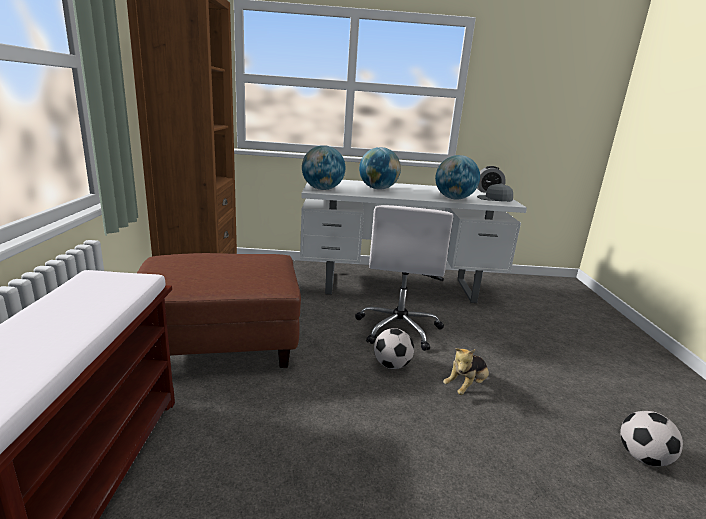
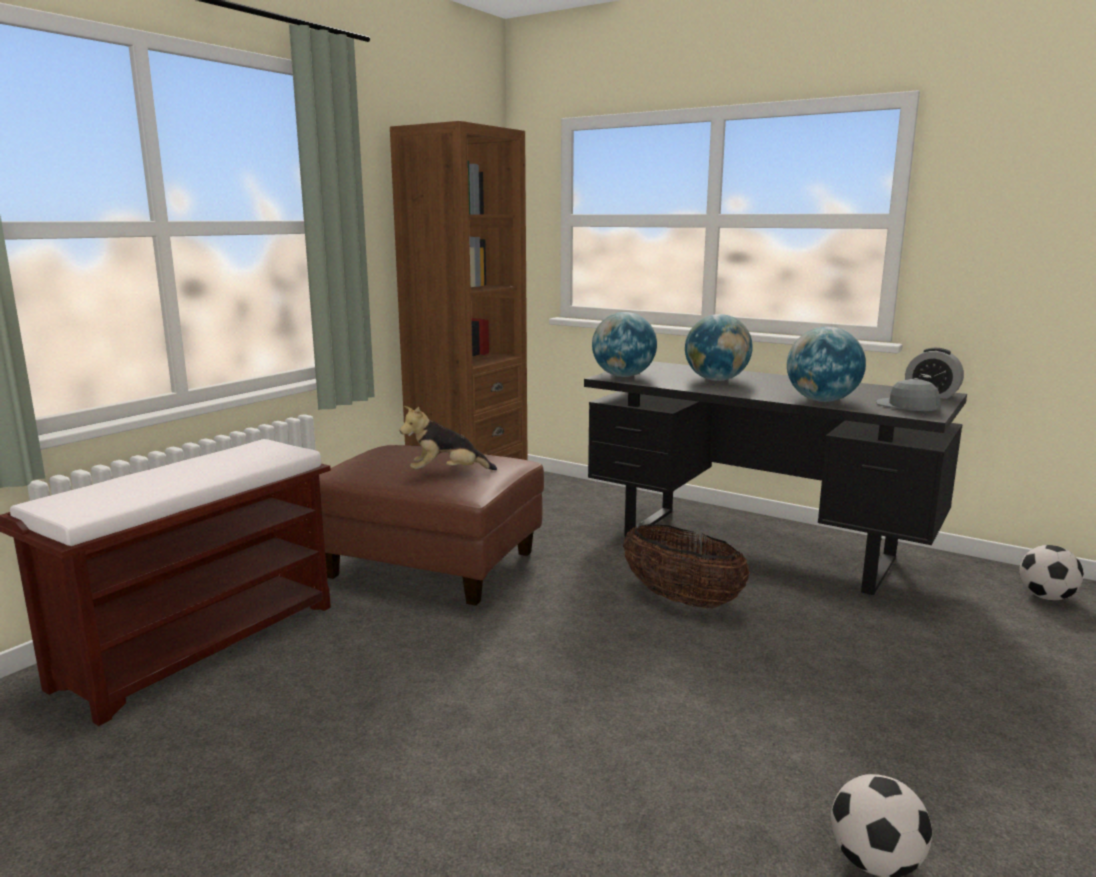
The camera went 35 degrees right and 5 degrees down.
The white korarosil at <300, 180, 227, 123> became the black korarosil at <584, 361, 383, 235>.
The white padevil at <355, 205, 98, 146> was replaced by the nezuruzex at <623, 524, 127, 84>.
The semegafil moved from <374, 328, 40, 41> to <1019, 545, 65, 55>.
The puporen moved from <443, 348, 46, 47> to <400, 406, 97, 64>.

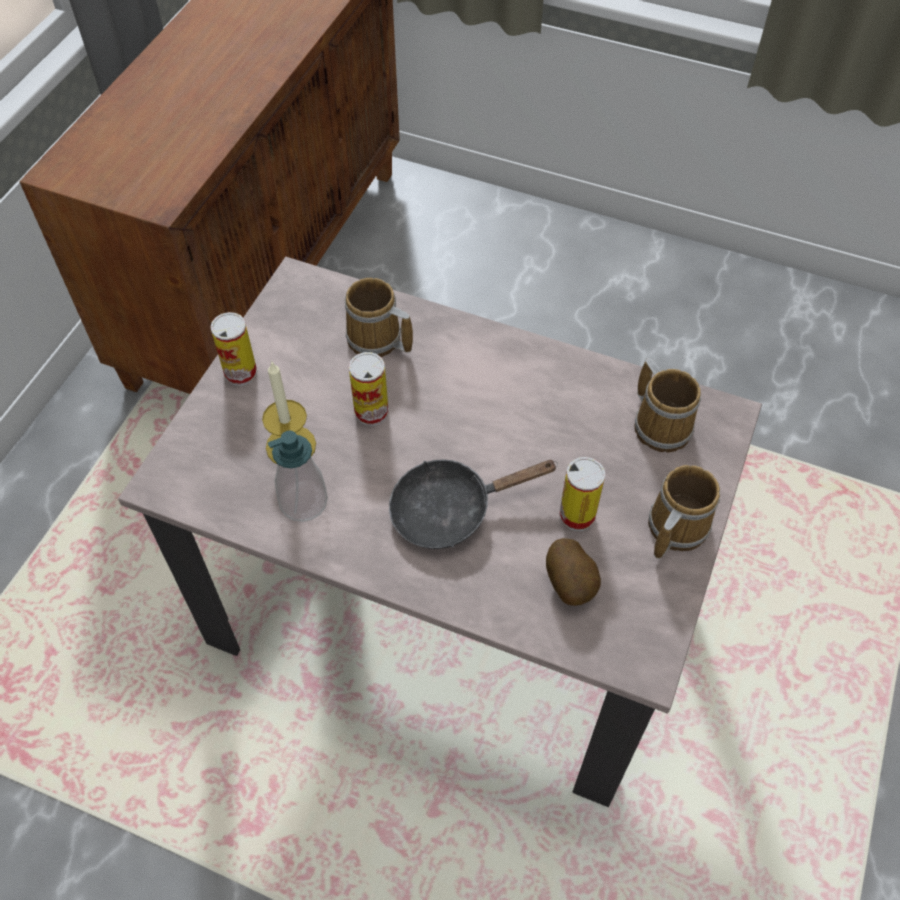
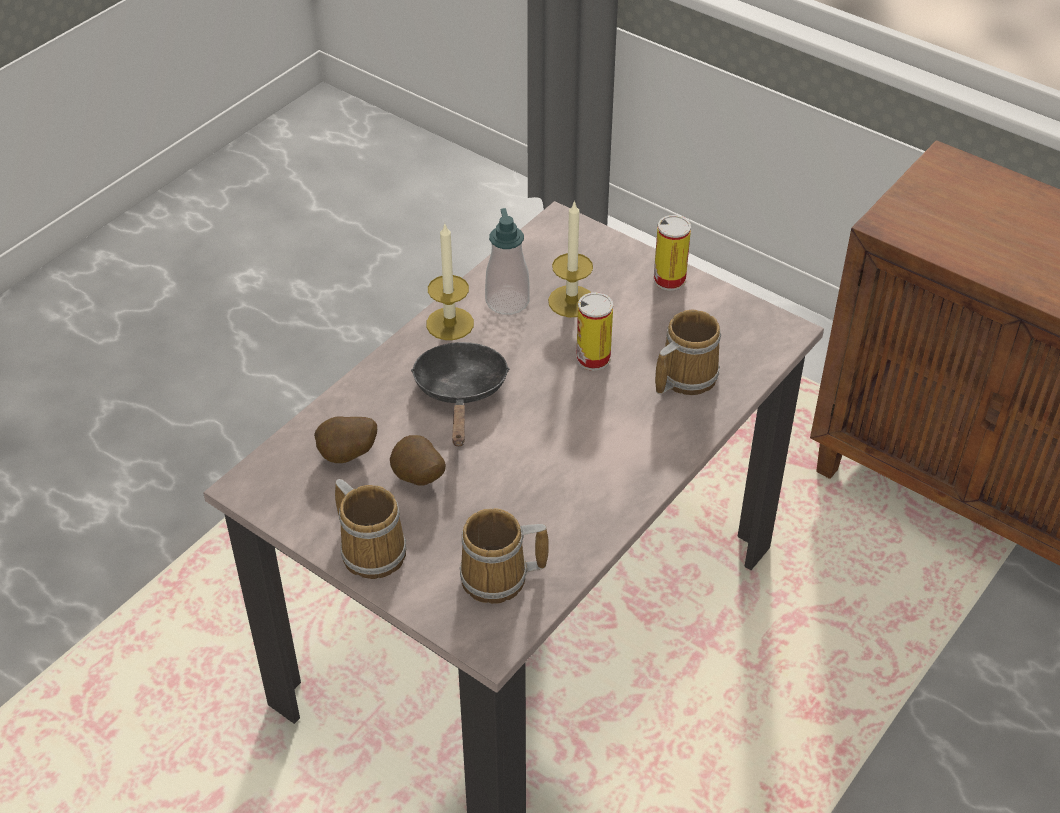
The camera went 105 degrees right and 10 degrees down.
The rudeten at <559, 457, 46, 74> was replaced by the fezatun at <390, 435, 56, 50>.
The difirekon at <426, 224, 48, 116> appeared.

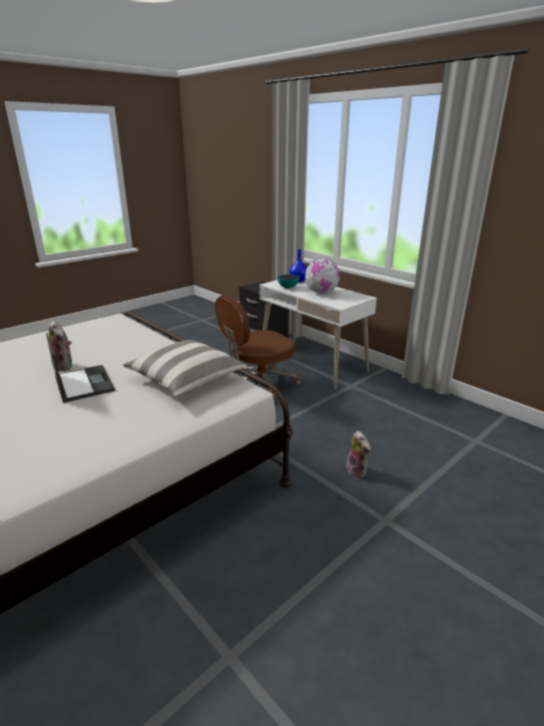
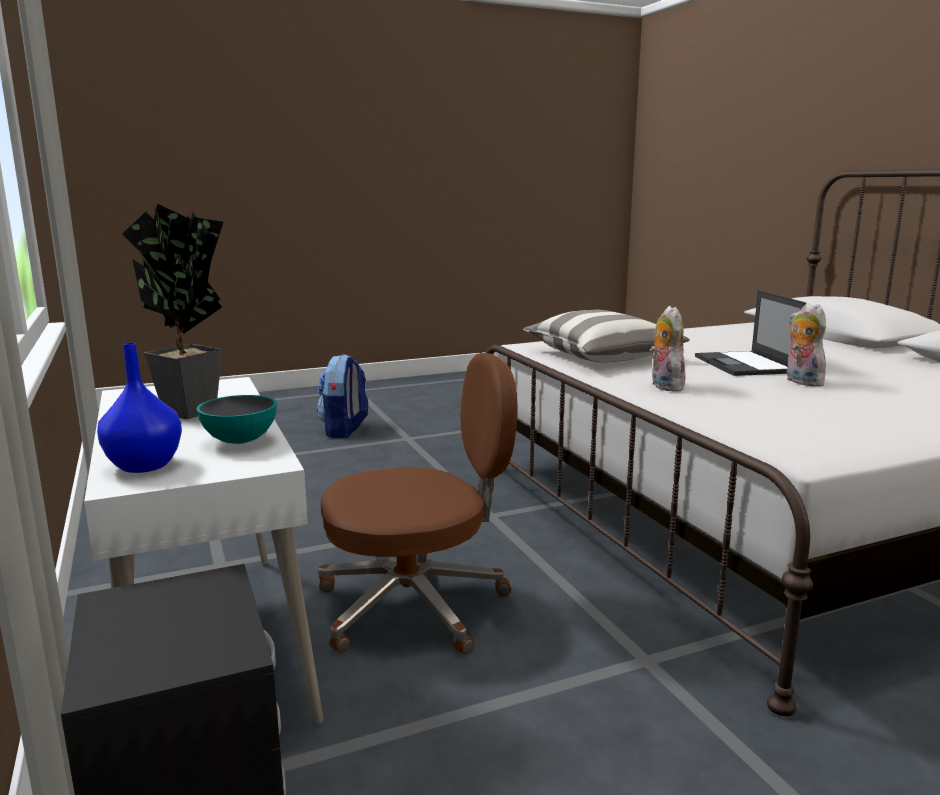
The camera went 160 degrees left and 10 degrees down.
The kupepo at <305, 258, 35, 36> was replaced by the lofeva at <122, 204, 101, 215>.
The puporen moved from <346, 431, 25, 47> to <650, 306, 36, 86>.
The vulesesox at <317, 354, 51, 84> appeared.

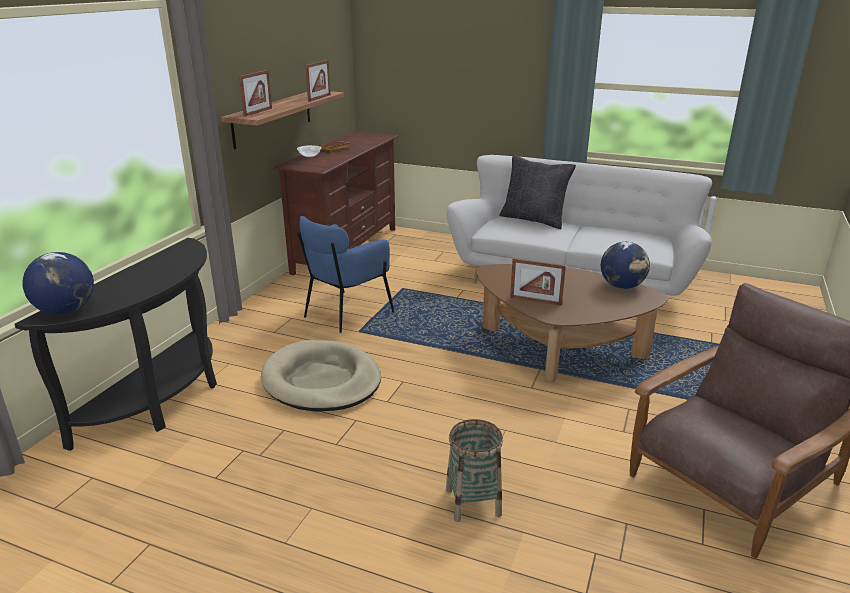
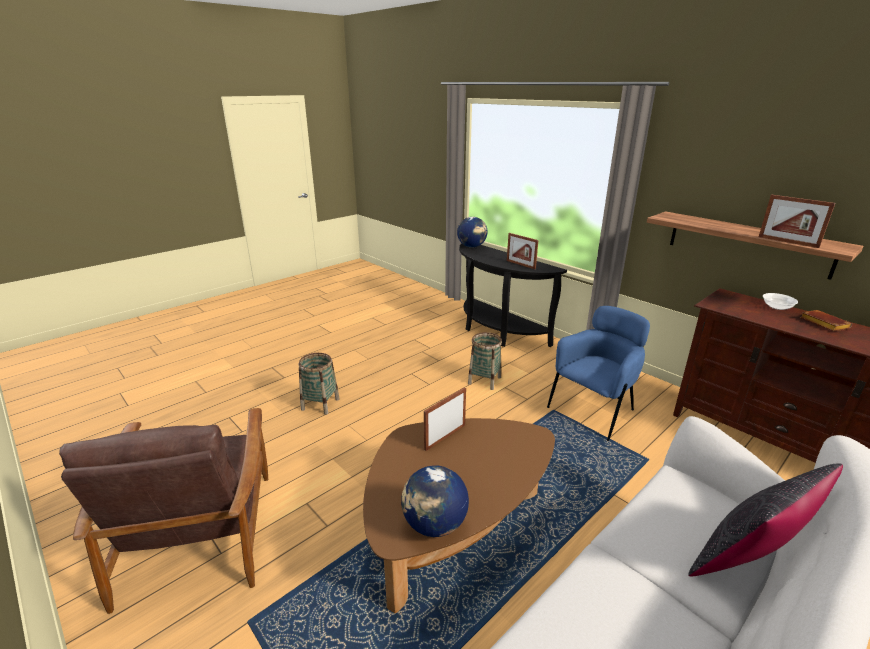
The camera went 115 degrees right and 0 degrees up.
The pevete moved from <239, 70, 33, 47> to <507, 233, 32, 36>.
The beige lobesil at <261, 340, 120, 71> was replaced by the nezuruzex at <468, 332, 34, 58>.
The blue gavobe at <297, 216, 97, 117> turned 75 degrees clockwise.

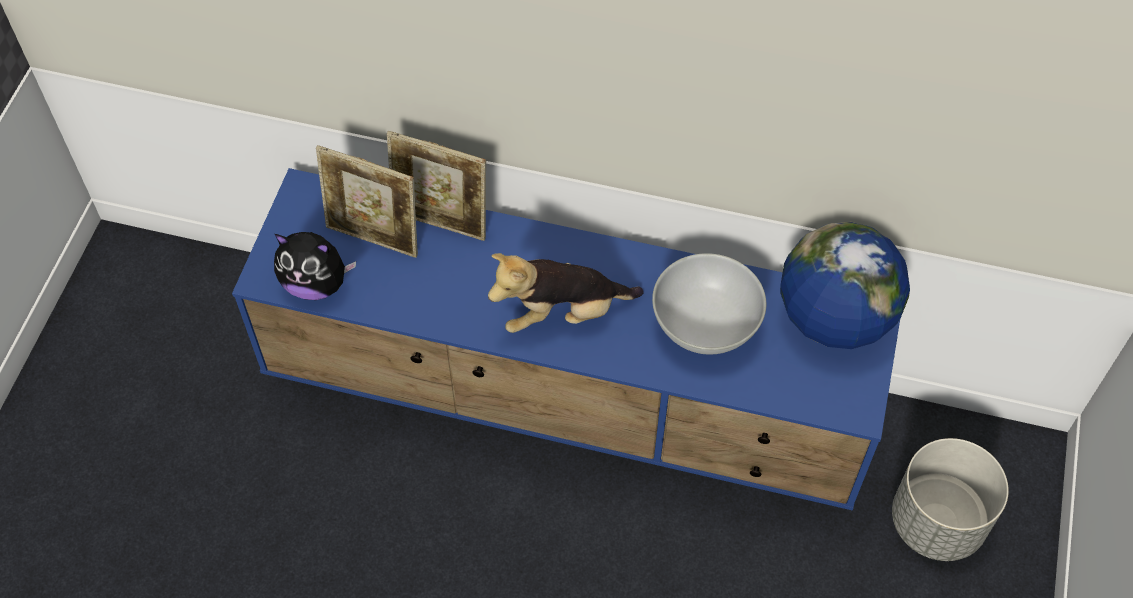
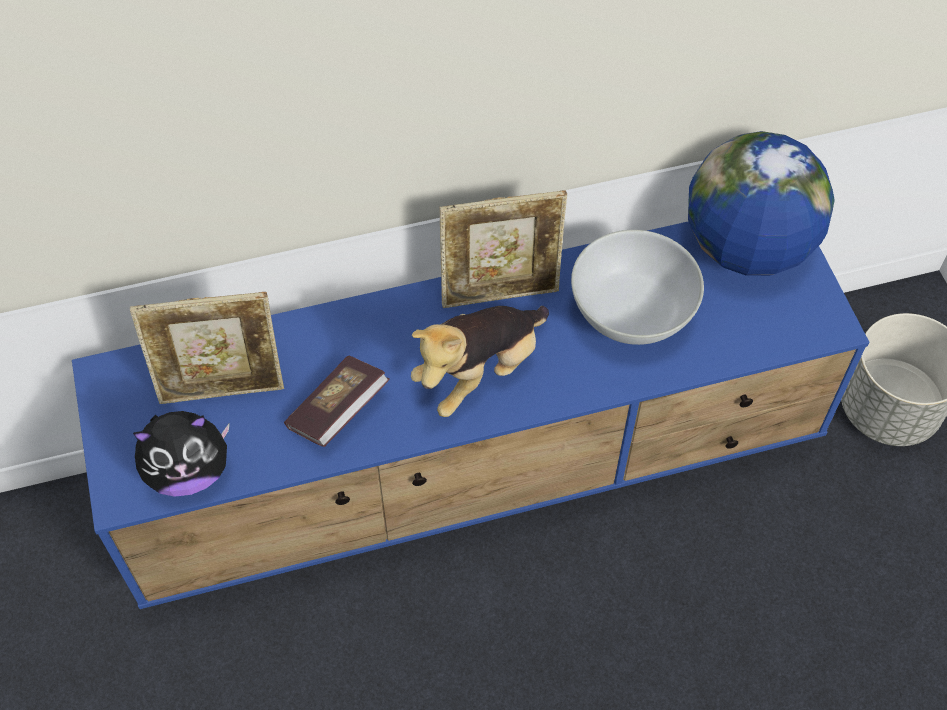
The camera went 30 degrees left and 0 degrees up.
The pevete moved from <387, 131, 99, 110> to <440, 190, 127, 118>.
The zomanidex at <284, 356, 106, 91> appeared.

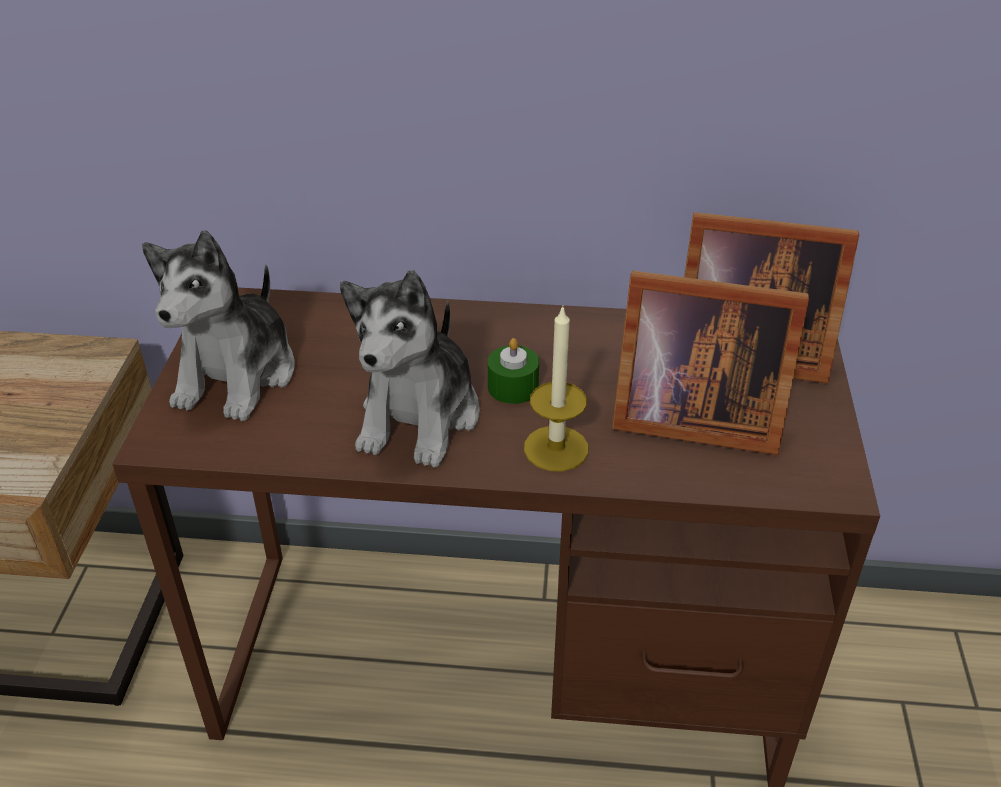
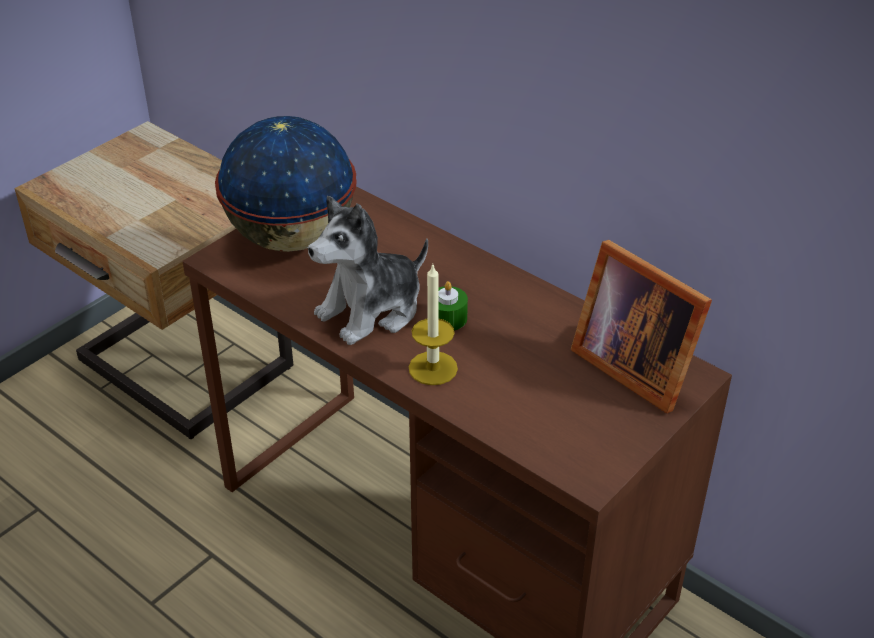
The camera went 35 degrees right and 0 degrees up.
The puporen at <142, 230, 153, 191> was replaced by the kupepo at <215, 116, 142, 136>.
The pevete at <612, 271, 197, 184> disappeared.

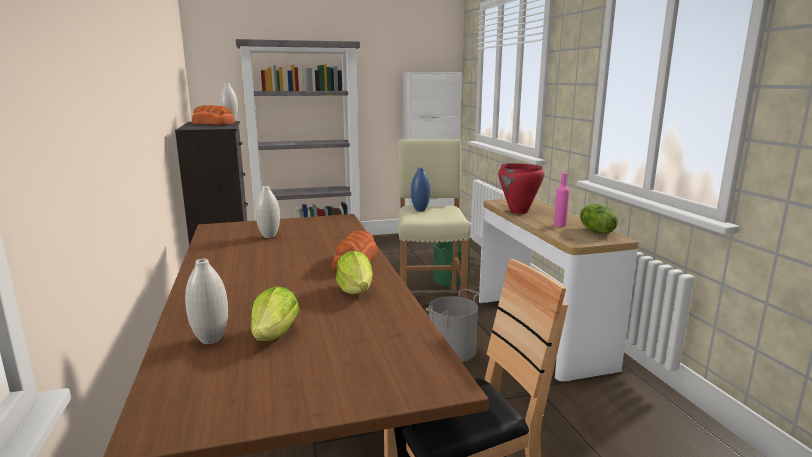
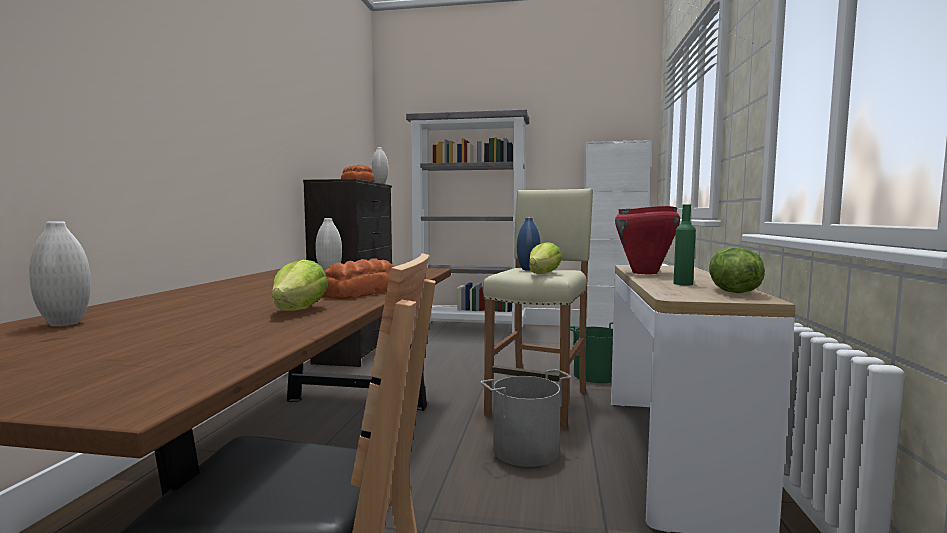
The camera went 25 degrees right and 10 degrees down.
The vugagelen moved from <251, 286, 48, 55> to <529, 242, 33, 32>.
The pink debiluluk at <554, 173, 15, 54> became the green debiluluk at <673, 205, 23, 80>.

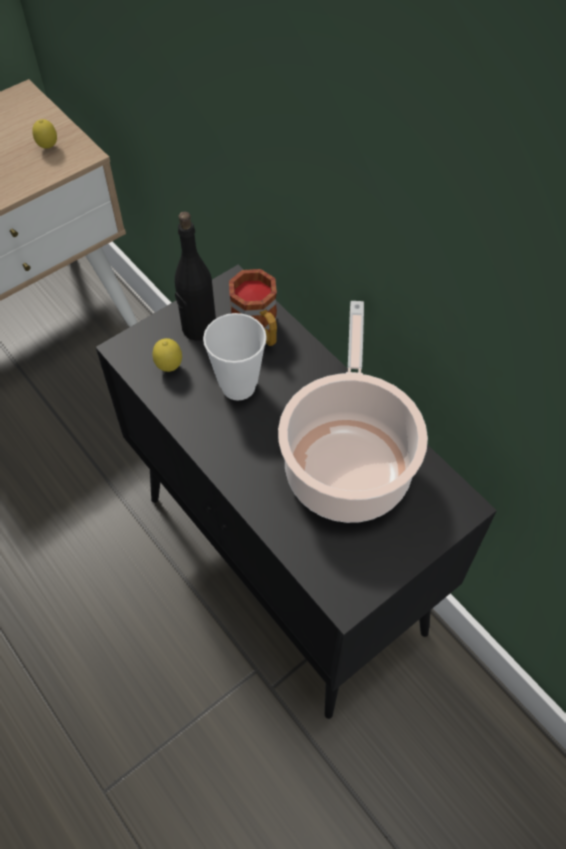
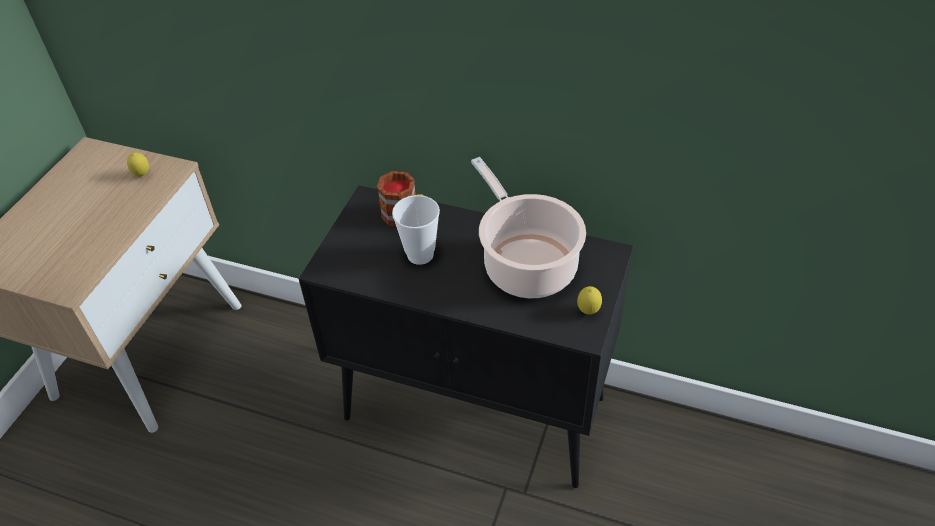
The camera went 30 degrees left and 10 degrees down.
The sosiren moved from <152, 338, 30, 34> to <577, 286, 25, 28>.
The black debiluluk at <175, 212, 41, 129> disappeared.

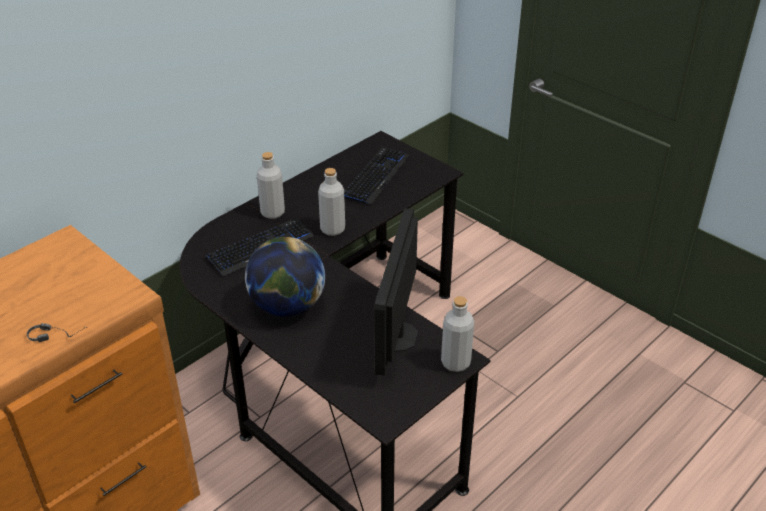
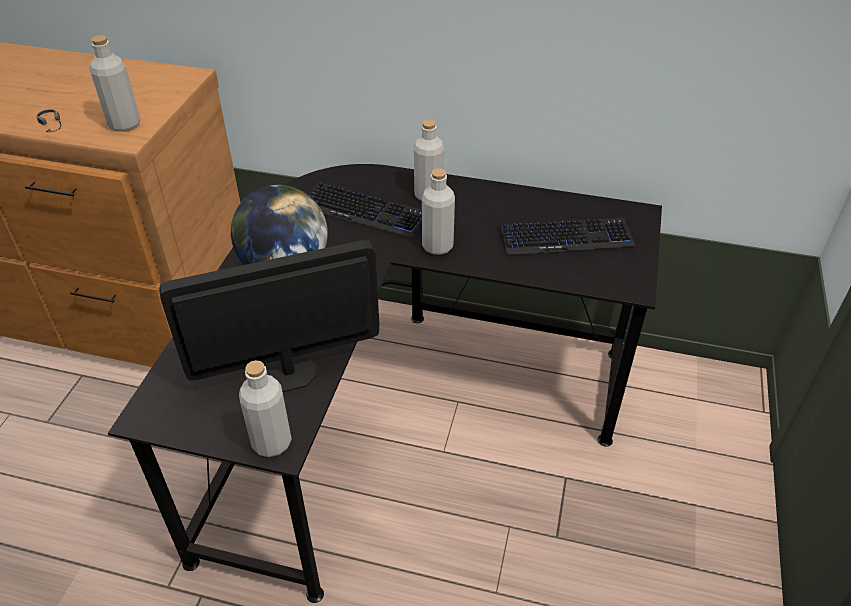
The camera went 60 degrees right and 5 degrees up.
The grey debiluluk at <90, 35, 50, 97> appeared.

